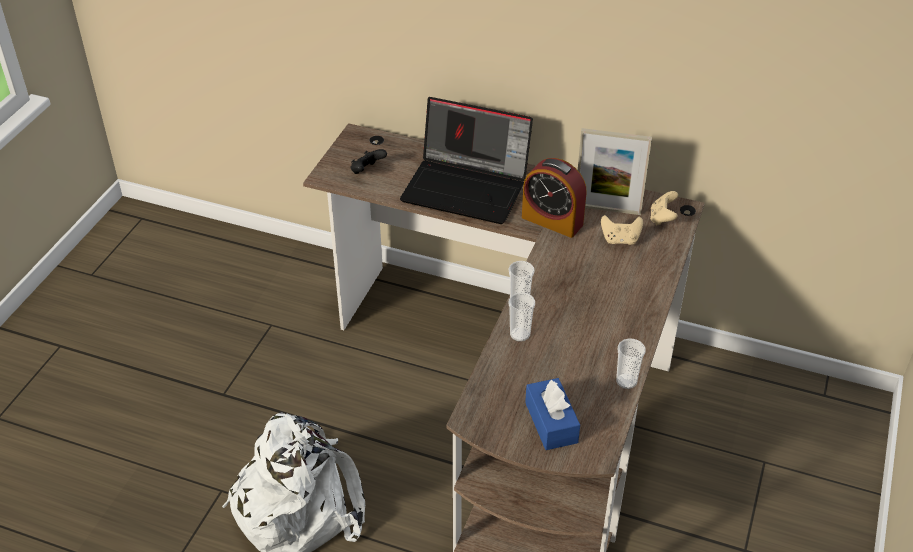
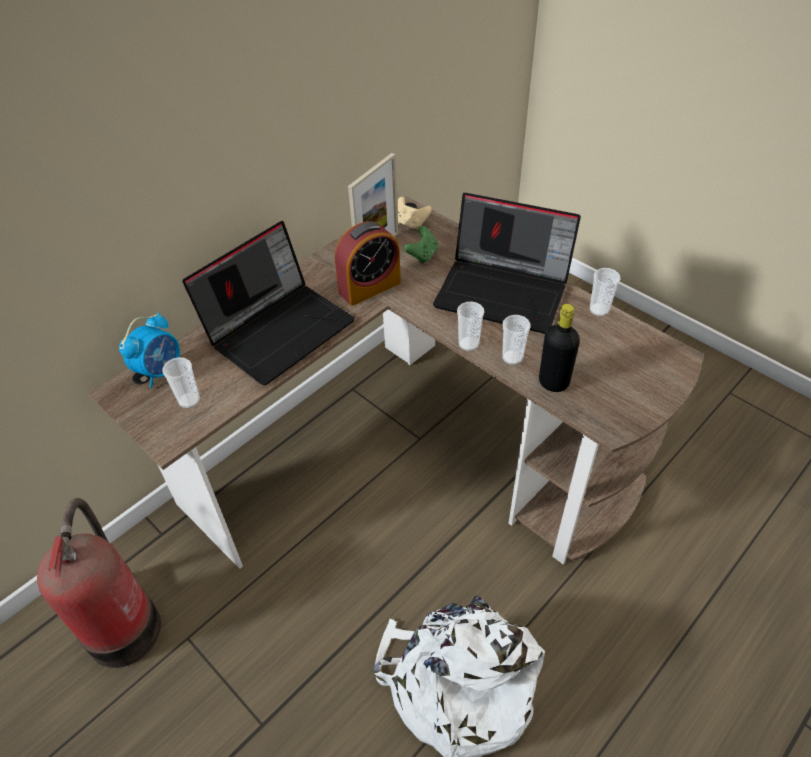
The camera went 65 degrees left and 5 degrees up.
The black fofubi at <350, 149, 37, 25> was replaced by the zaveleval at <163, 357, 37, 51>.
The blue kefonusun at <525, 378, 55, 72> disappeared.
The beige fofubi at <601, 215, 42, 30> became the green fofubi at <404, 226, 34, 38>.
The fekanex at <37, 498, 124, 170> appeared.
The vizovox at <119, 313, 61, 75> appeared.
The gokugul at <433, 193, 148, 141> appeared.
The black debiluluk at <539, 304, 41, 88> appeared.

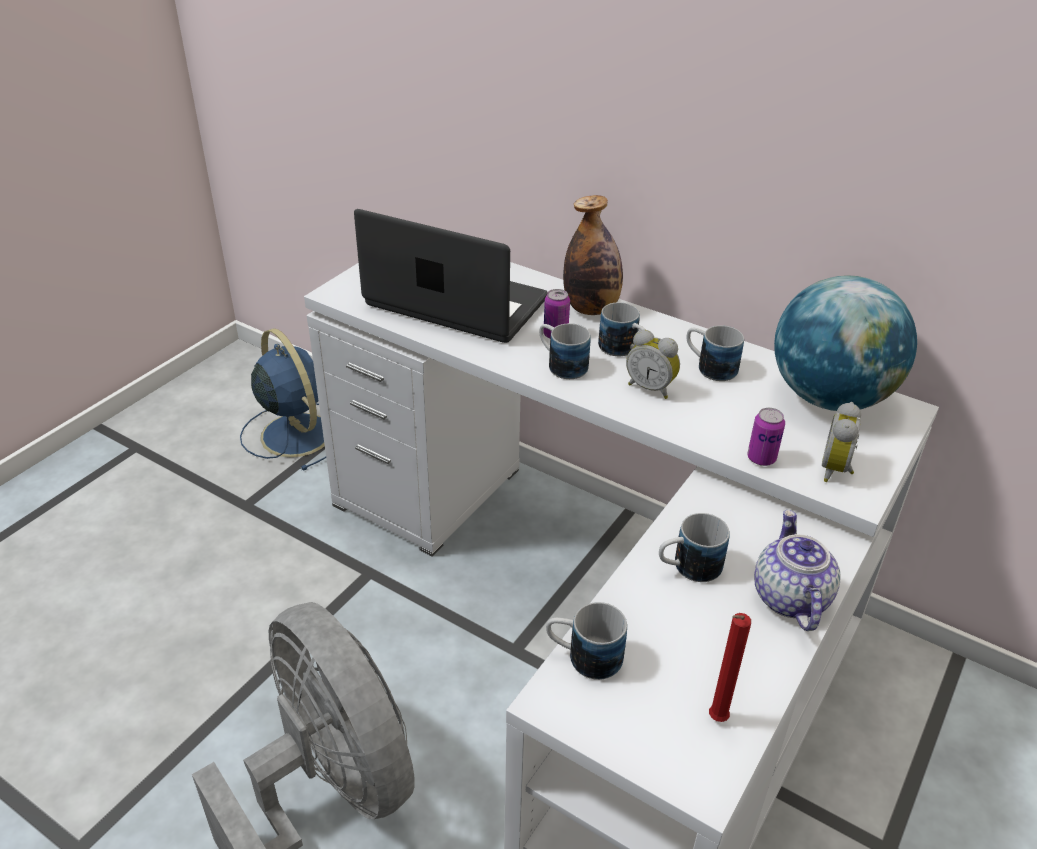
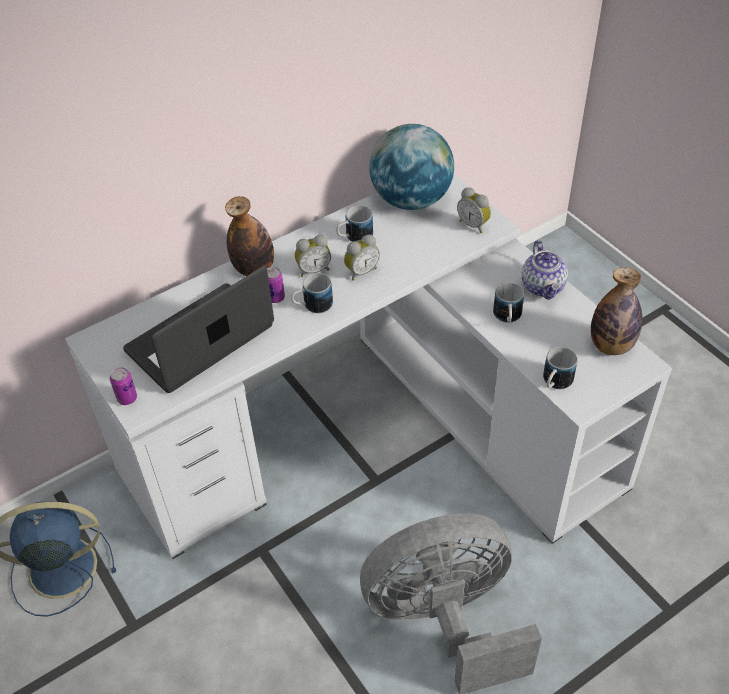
The camera went 65 degrees left and 10 degrees up.
The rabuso at <598, 302, 48, 54> was replaced by the vizovox at <295, 235, 36, 42>.
The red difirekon at <709, 613, 42, 109> was replaced by the debiluluk at <591, 268, 52, 87>.
The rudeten moved from <747, 408, 38, 58> to <110, 367, 27, 38>.
The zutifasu at <754, 510, 87, 121> turned 120 degrees counterclockwise.

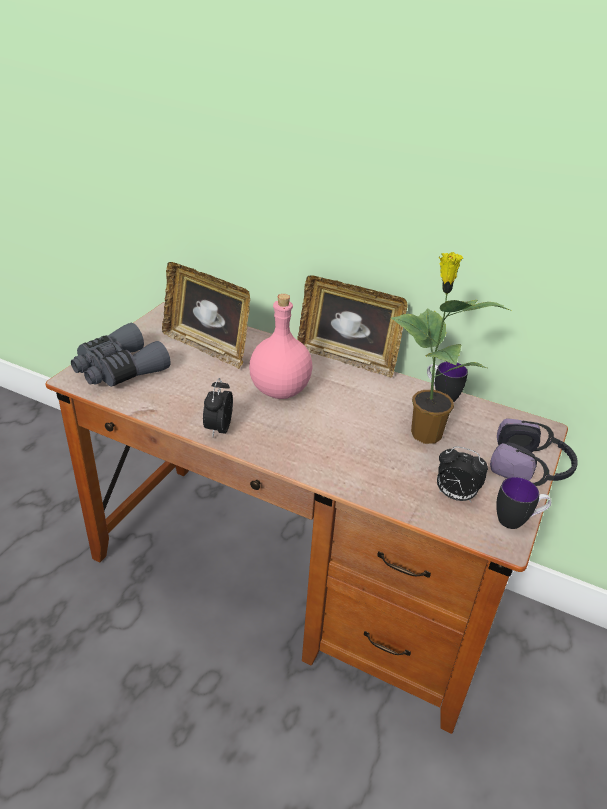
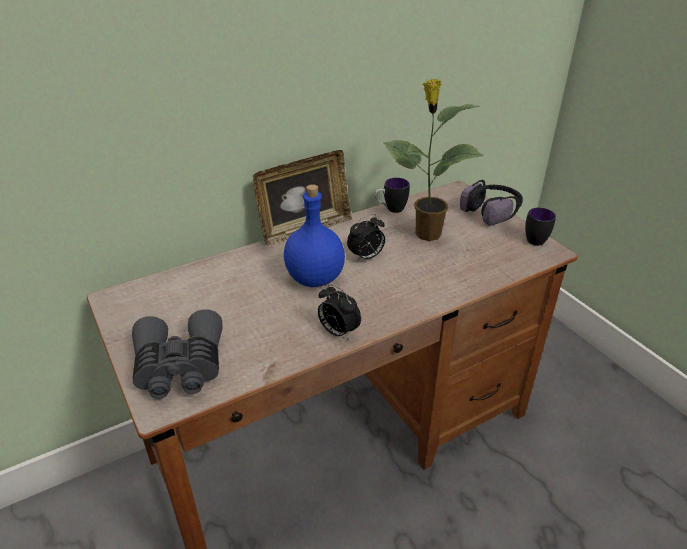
The camera went 55 degrees left and 0 degrees up.
The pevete at <162, 262, 88, 107> disappeared.
The pink debiluluk at <249, 294, 63, 105> became the blue debiluluk at <284, 184, 61, 103>.
The vizovox moved from <437, 446, 51, 56> to <347, 214, 38, 48>.

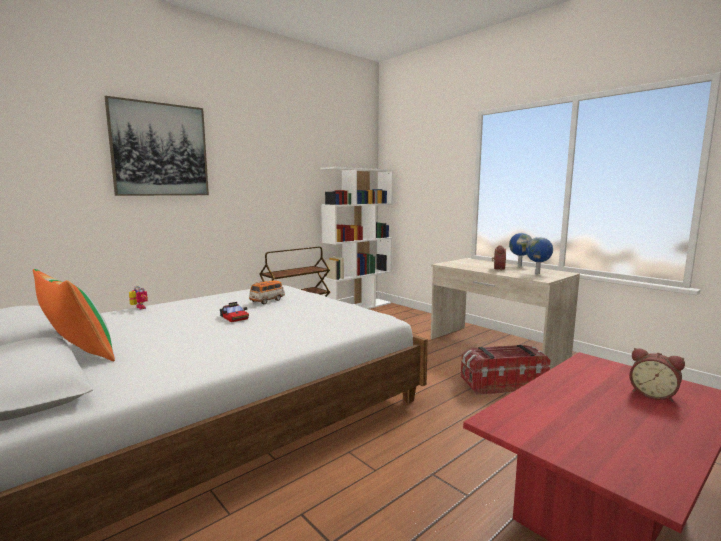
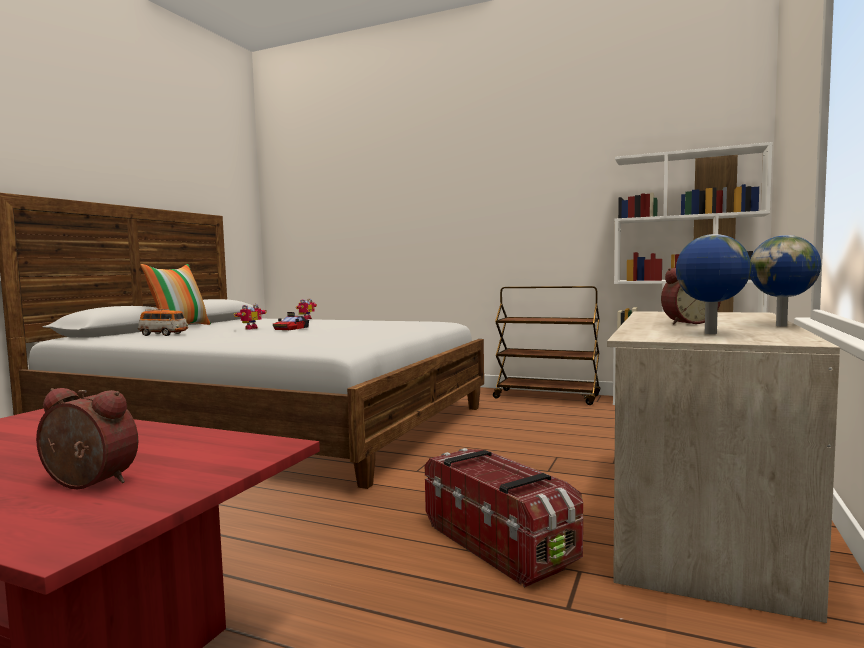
The camera went 65 degrees right and 5 degrees down.
The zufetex at <105, 96, 104, 100> disappeared.
The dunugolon moved from <249, 280, 36, 24> to <138, 309, 50, 27>.
The vizovox at <629, 348, 56, 54> turned 90 degrees clockwise.
The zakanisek at <234, 304, 33, 26> appeared.

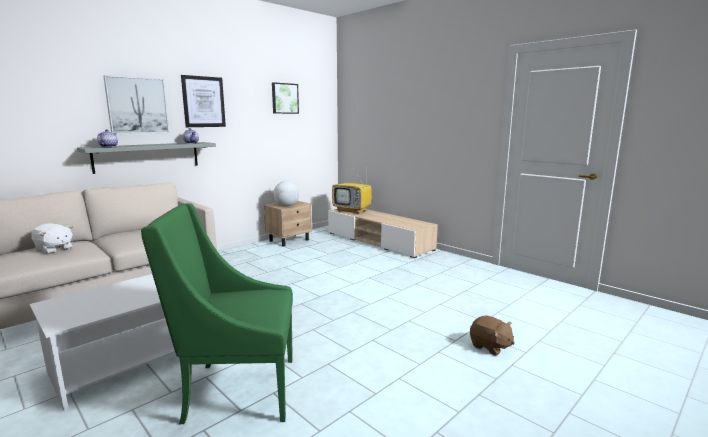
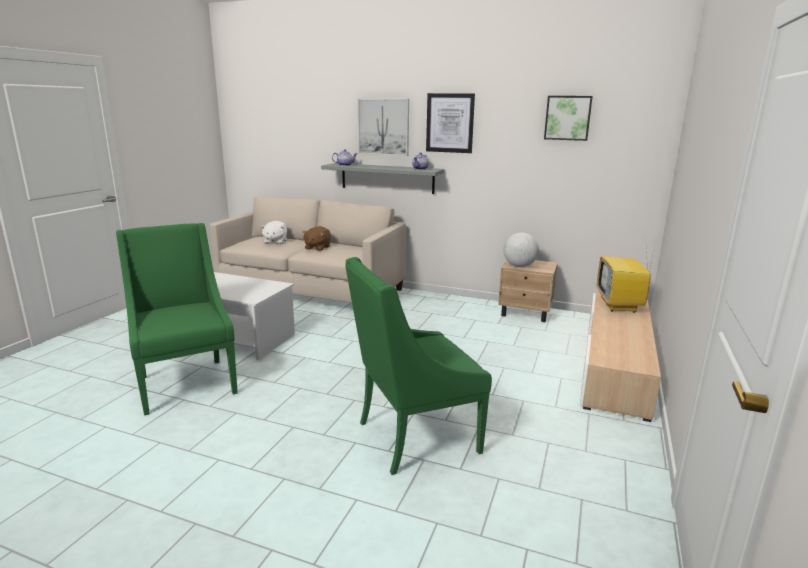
The camera went 65 degrees right and 5 degrees up.
The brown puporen moved from <470, 316, 45, 39> to <302, 226, 29, 25>.
The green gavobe at <346, 257, 146, 218> appeared.

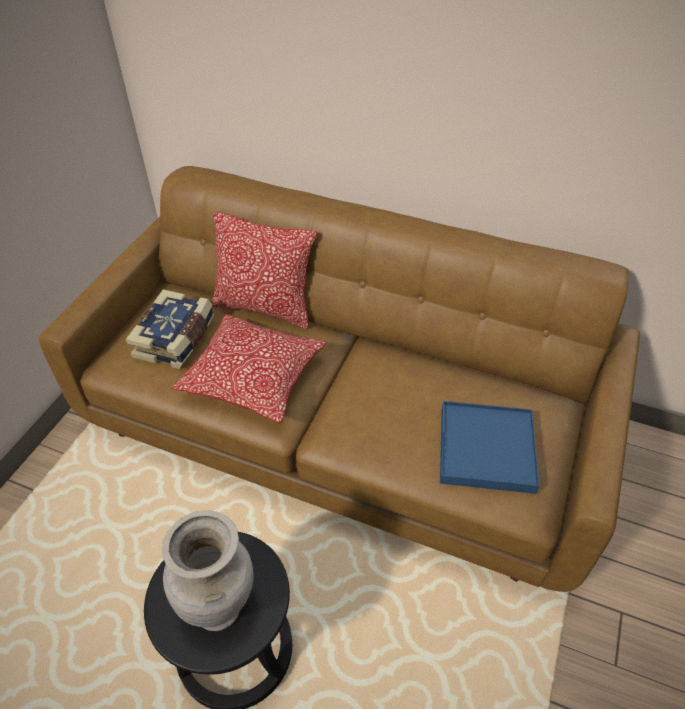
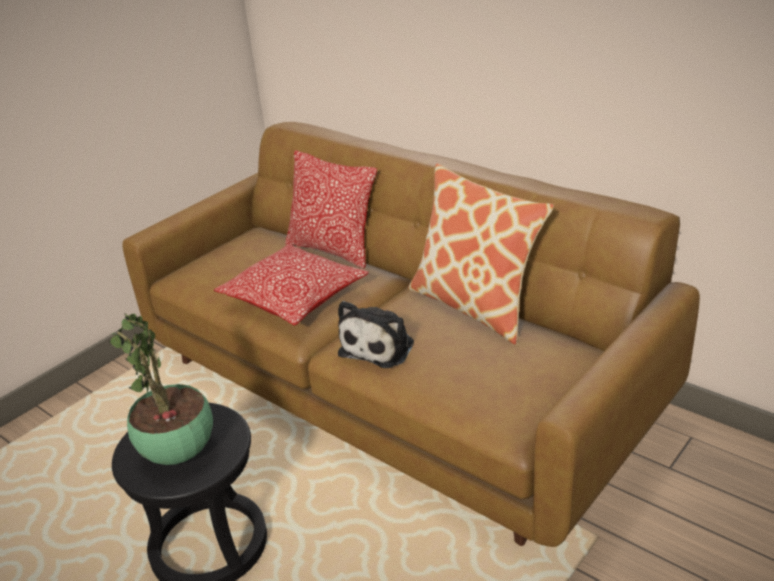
The camera went 20 degrees right and 15 degrees down.
The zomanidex at <126, 289, 88, 80> disappeared.
The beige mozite at <162, 510, 91, 121> was replaced by the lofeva at <109, 313, 104, 152>.
The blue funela at <440, 401, 100, 93> disappeared.
The puporen at <338, 301, 76, 67> appeared.
The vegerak at <408, 163, 146, 181> appeared.

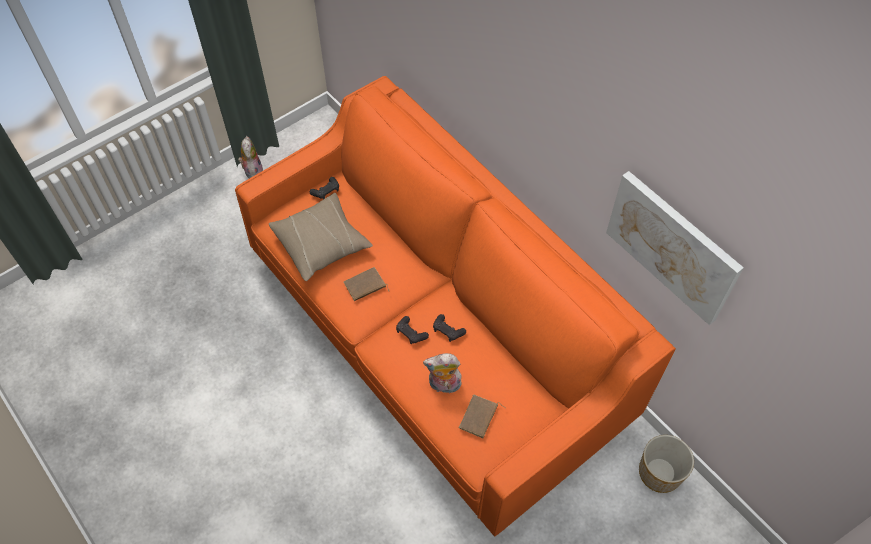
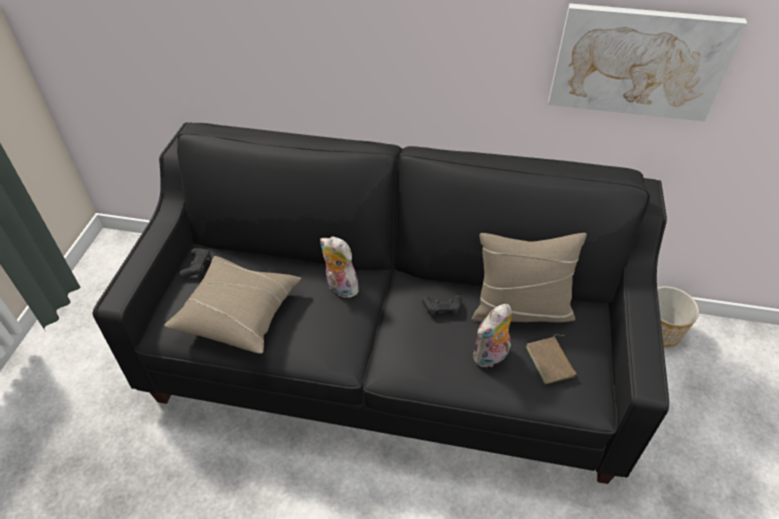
The camera went 40 degrees left and 10 degrees down.
The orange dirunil at <235, 76, 441, 461> became the black dirunil at <93, 122, 576, 362>.
The puporen moved from <238, 136, 25, 42> to <320, 236, 40, 62>.
The brown zomanidex at <344, 267, 45, 34> disappeared.
The black fofubi at <396, 316, 33, 28> disappeared.
The beige vegerak at <471, 233, 116, 89> appeared.

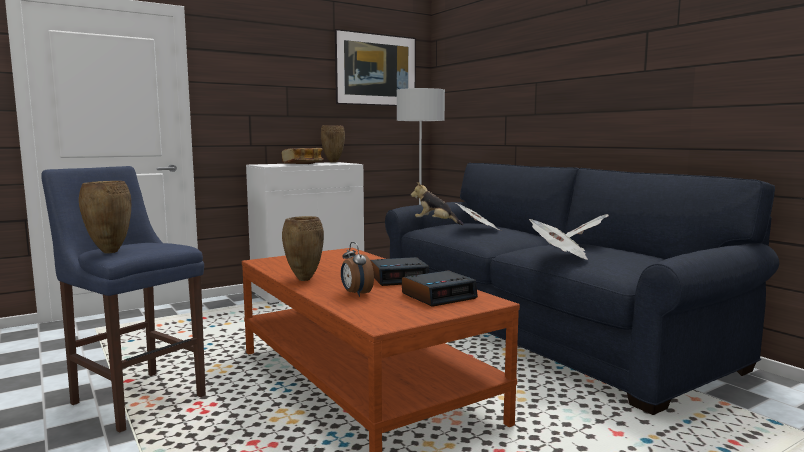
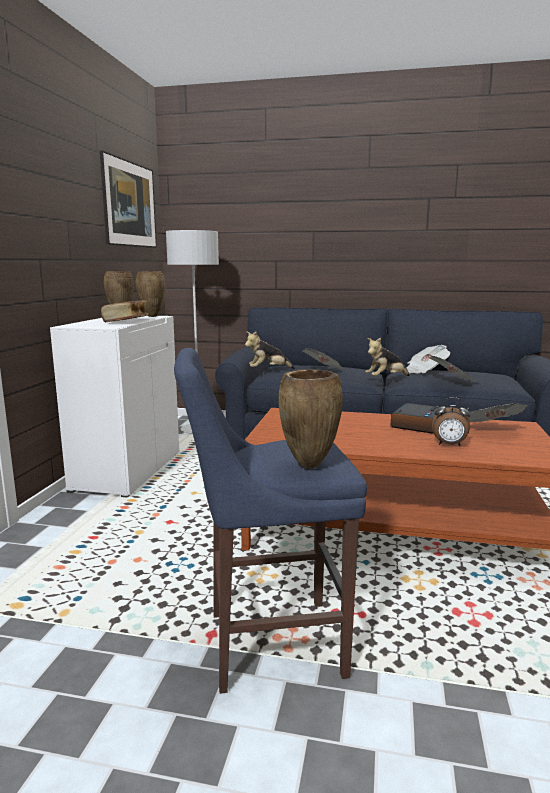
The camera went 45 degrees left and 5 degrees up.
The brown mozite moved from <282, 216, 42, 65> to <136, 271, 30, 46>.
The vizovox at <402, 270, 76, 37> was replaced by the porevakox at <468, 403, 59, 19>.
The puporen at <365, 337, 45, 39> appeared.

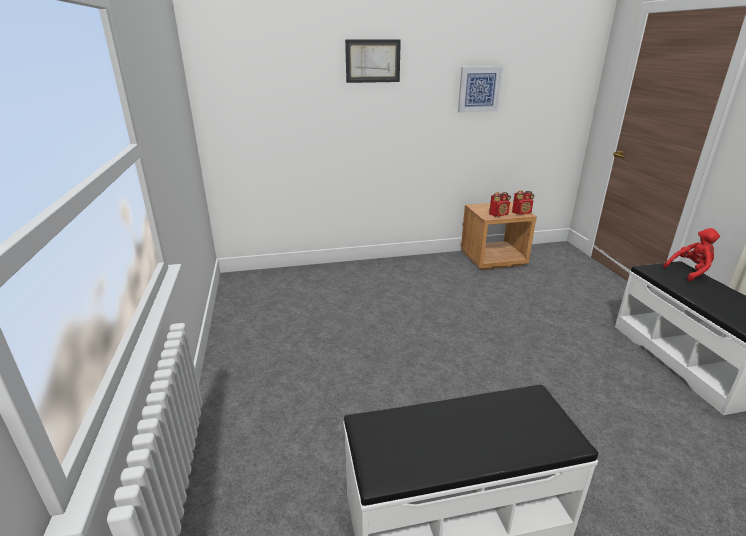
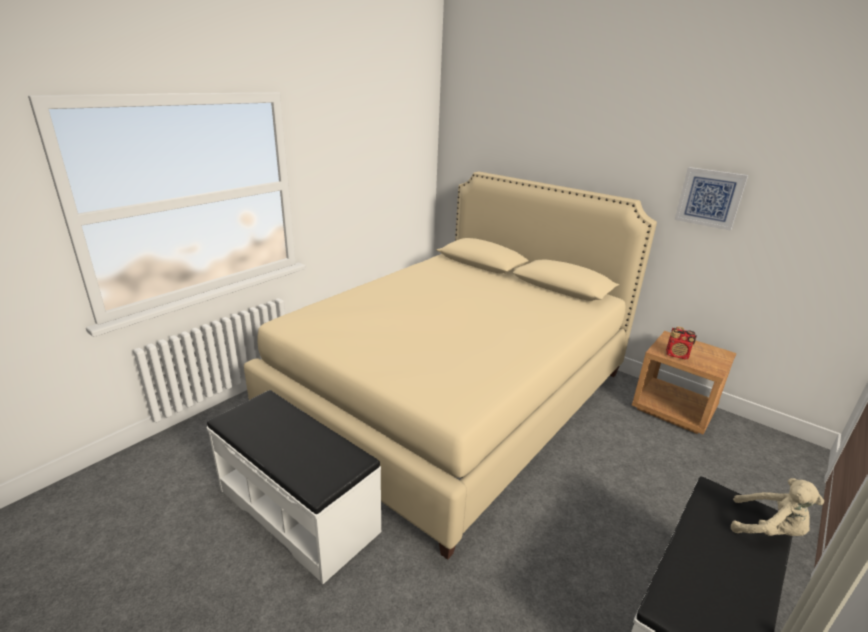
The camera went 50 degrees right and 0 degrees up.
The zufetex at <345, 39, 56, 44> disappeared.
The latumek at <512, 190, 22, 25> disappeared.
The red puporen at <663, 228, 57, 53> became the beige puporen at <731, 478, 93, 58>.
The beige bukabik at <244, 172, 413, 388> appeared.

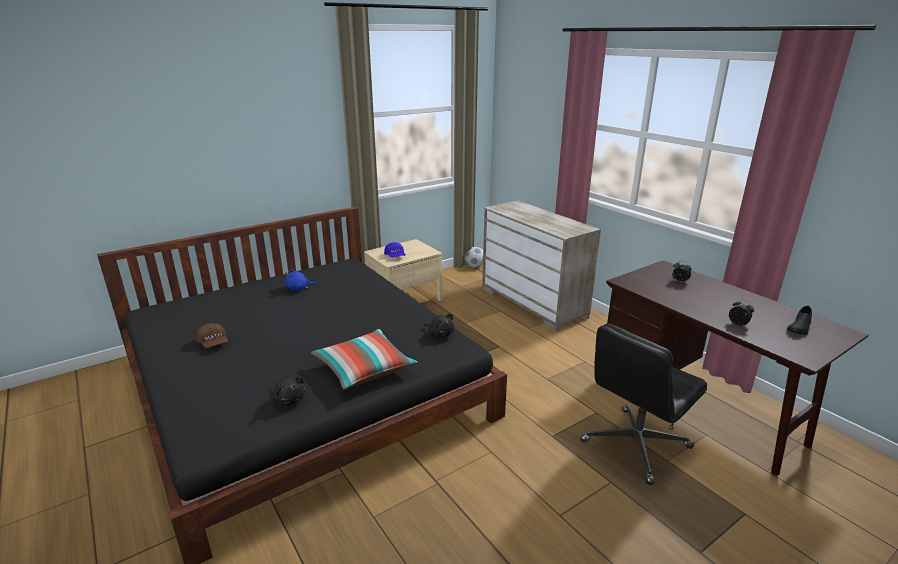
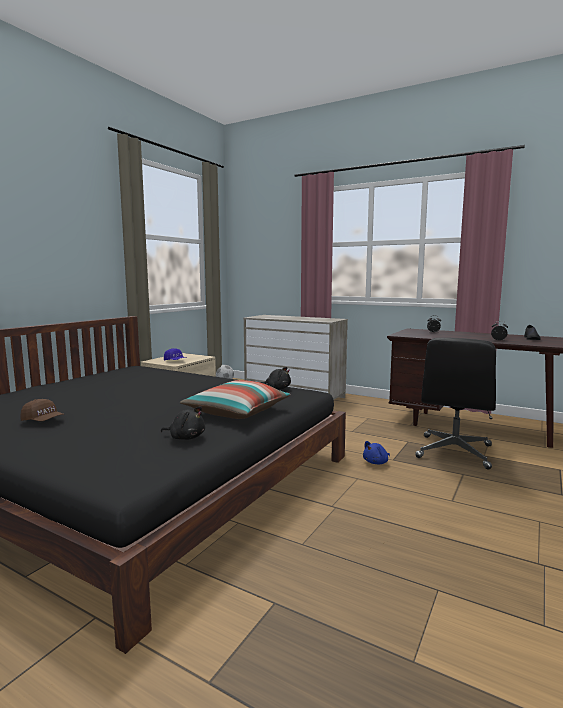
The camera went 25 degrees left and 15 degrees down.
The blue puporen moved from <285, 268, 32, 22> to <363, 441, 27, 23>.

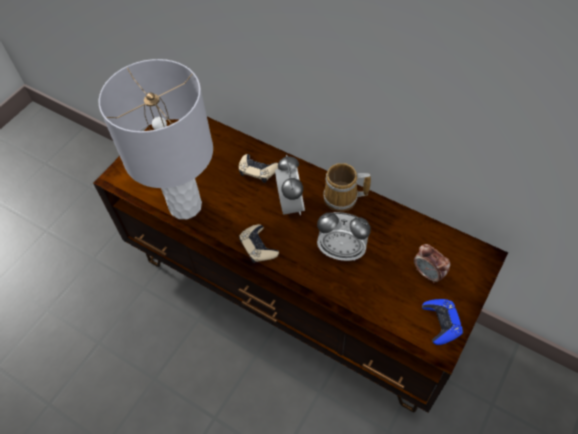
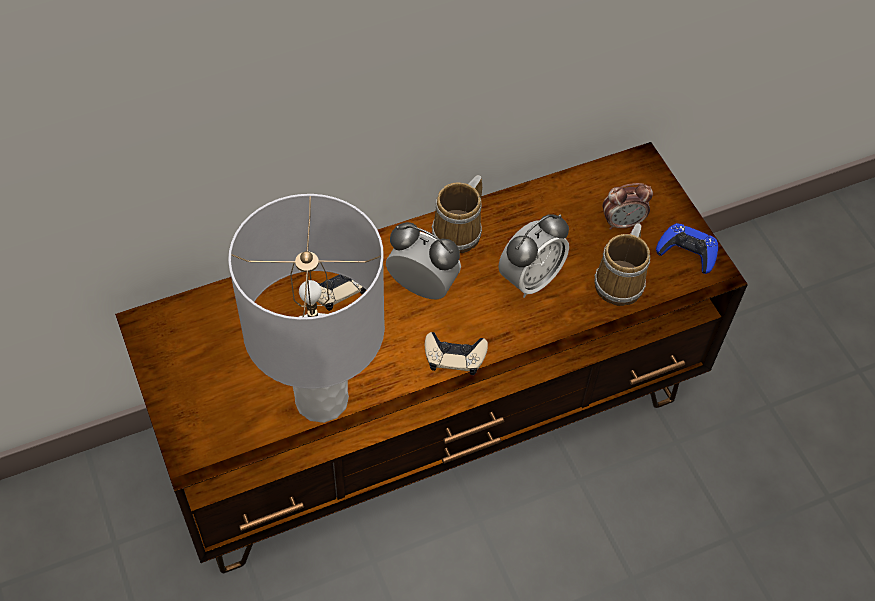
The camera went 60 degrees left and 0 degrees up.
The rabuso at <594, 223, 56, 83> appeared.

